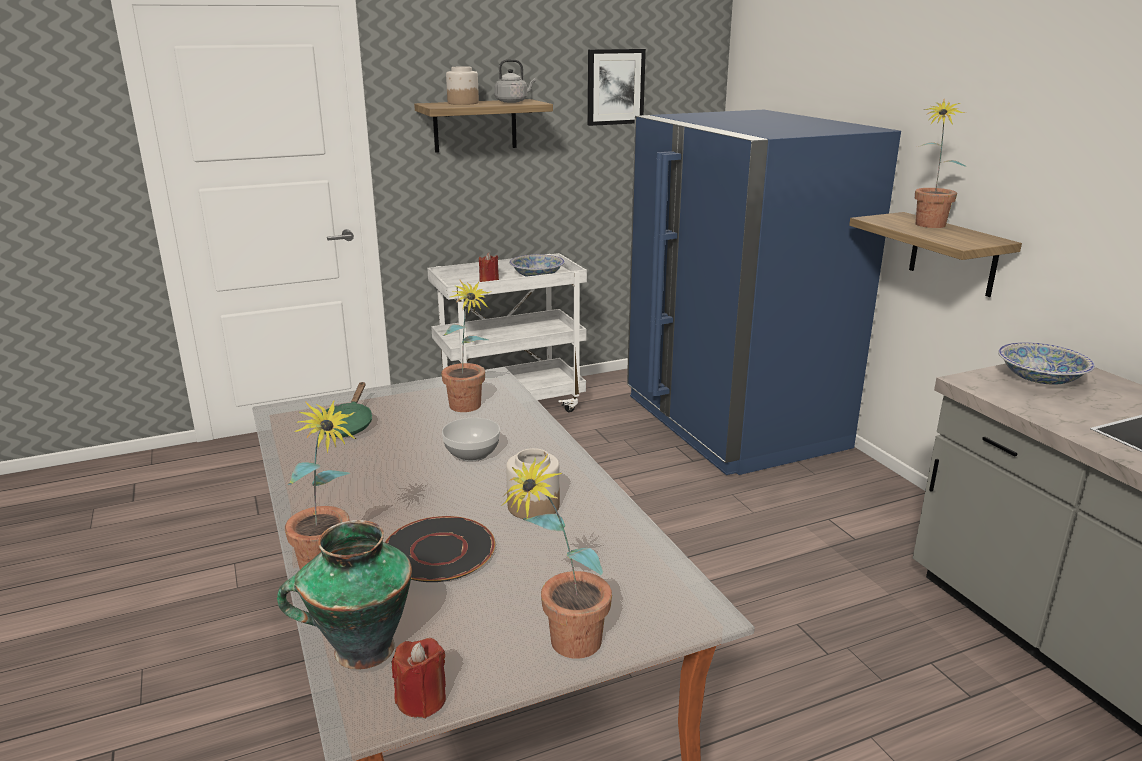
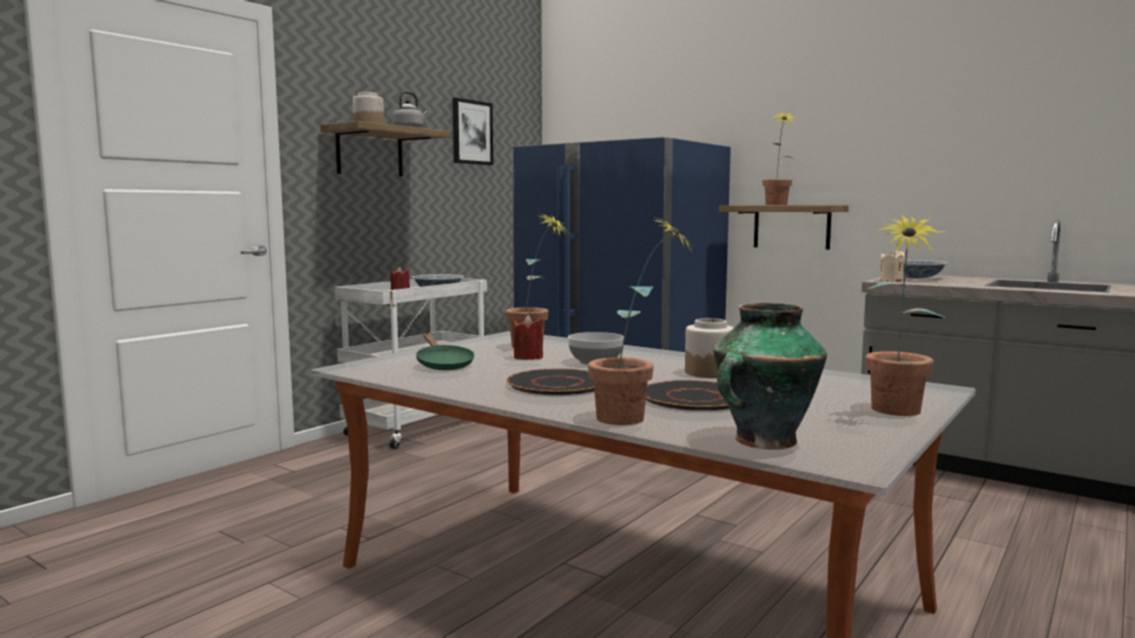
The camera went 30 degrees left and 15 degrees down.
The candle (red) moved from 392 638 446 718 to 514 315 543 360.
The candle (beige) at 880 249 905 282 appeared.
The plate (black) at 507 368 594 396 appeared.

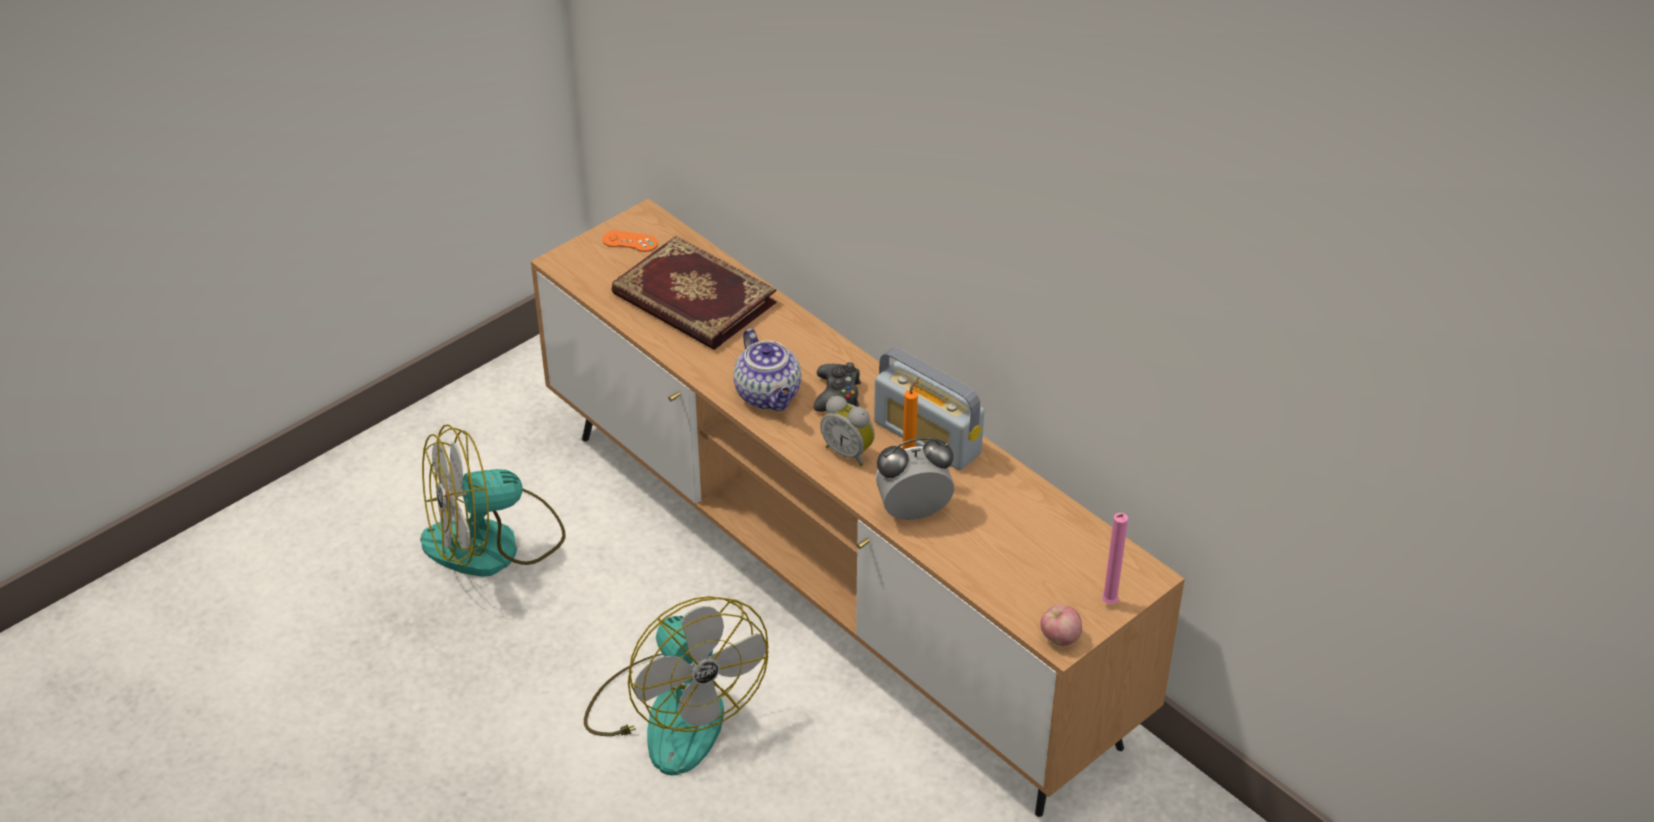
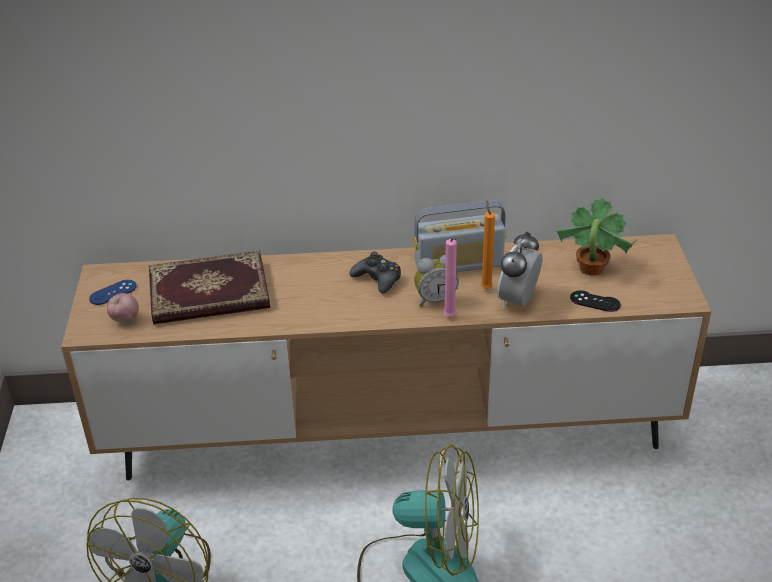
The camera went 50 degrees left and 5 degrees down.
The game controller (orange) at 602 230 658 252 became the game controller (blue) at 89 280 137 305.
The teapot at 733 328 801 411 disappeared.
The candle (pink) moved from 1102 513 1128 604 to 443 238 457 317.
The apple moved from 1040 605 1082 646 to 107 293 139 322.
The potted plant at 556 197 638 275 appeared.
The game controller (black) at 570 290 621 312 appeared.

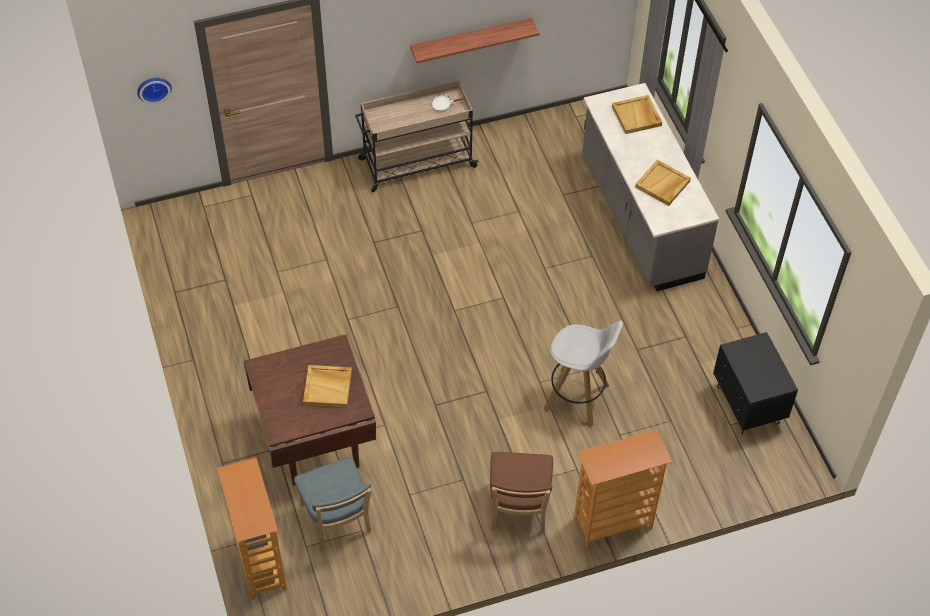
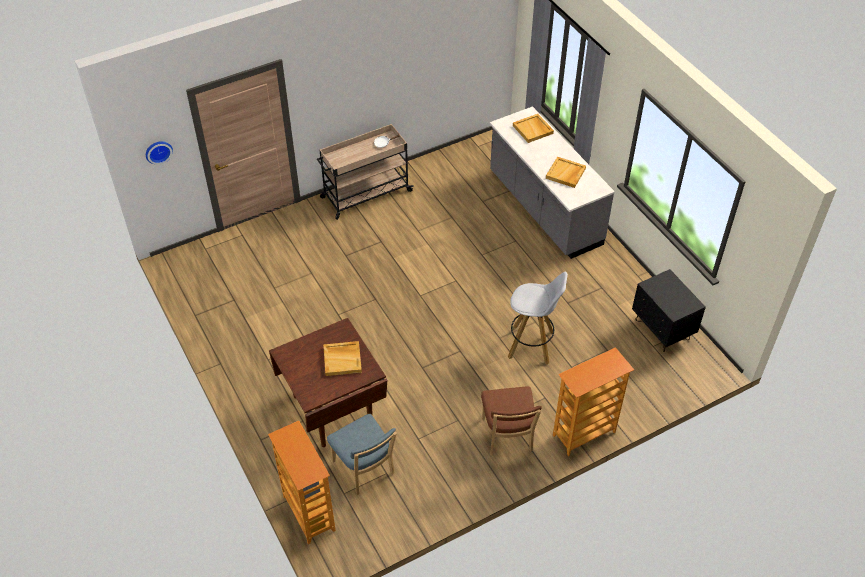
The camera went 10 degrees left and 5 degrees down.
The shelf at 410 18 539 63 disappeared.

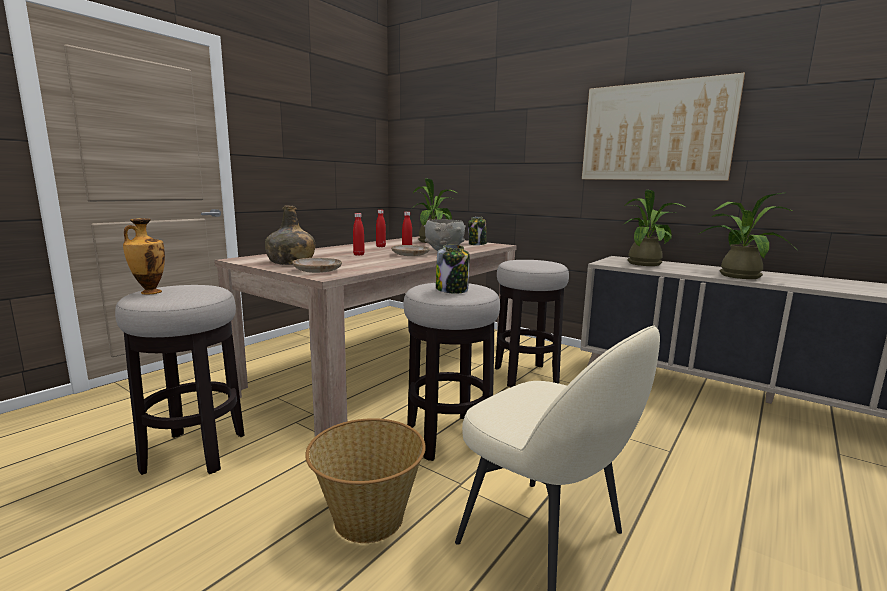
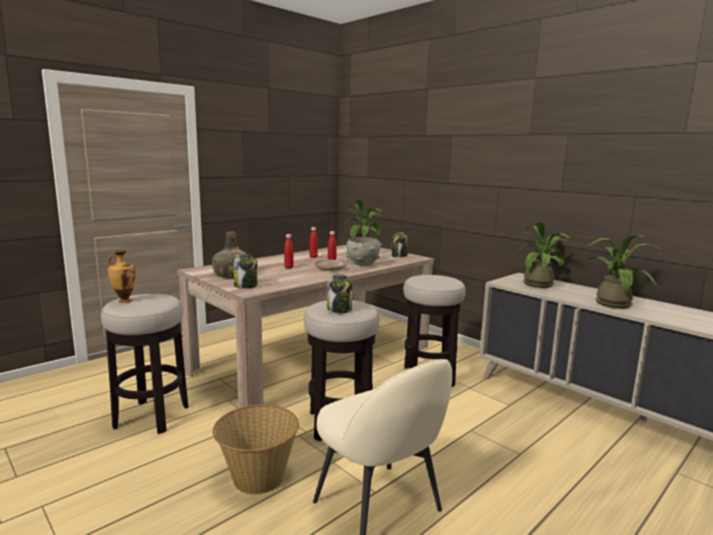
The camera went 10 degrees right and 0 degrees up.
The picture at 582 72 745 181 disappeared.
The plate (beige) at 292 258 342 273 was replaced by the jar at 234 254 257 289.

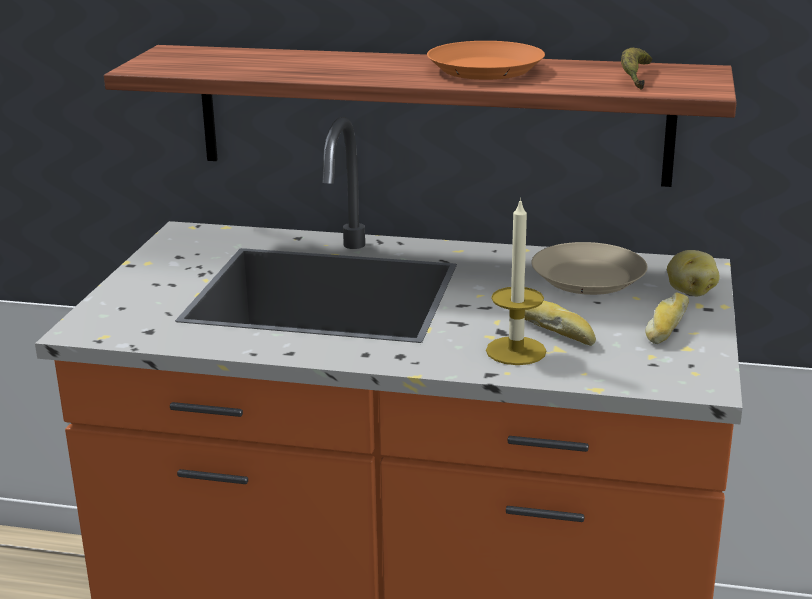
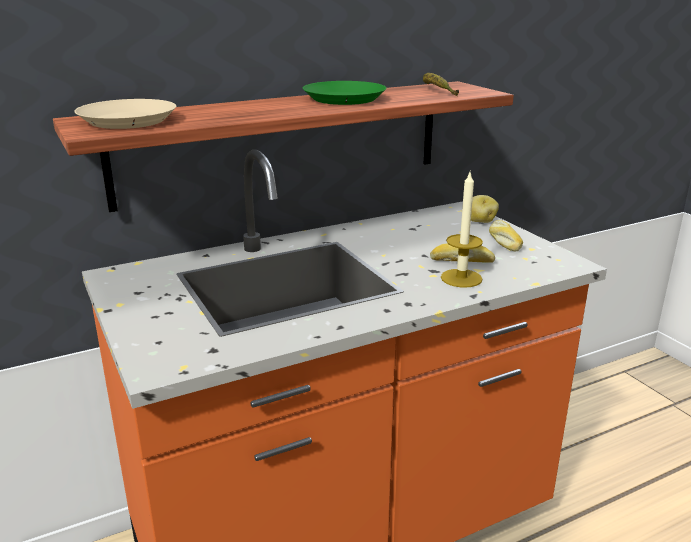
The camera went 40 degrees left and 0 degrees up.
The plate (orange) at 427 41 545 80 became the plate (green) at 302 81 386 105.
The plate (beige) moved from 531 242 647 295 to 74 99 176 129.

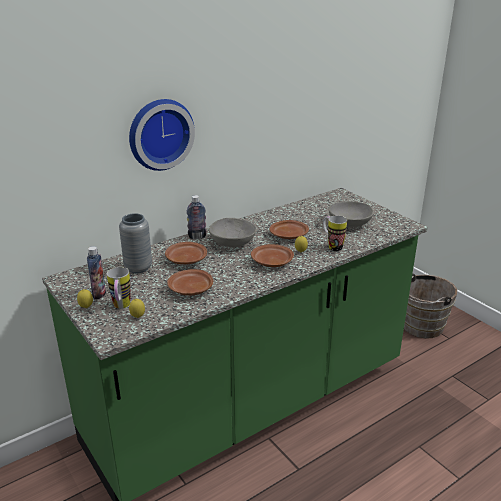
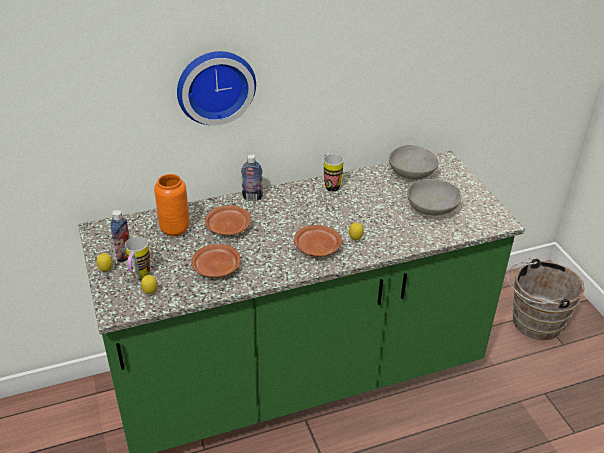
The camera went 15 degrees right and 10 degrees up.
The vase (grey) at 119 213 152 273 became the vase (orange) at 154 174 190 236.
The mug moved from 323 216 347 251 to 324 153 344 192.
The bowl (grey) moved from 209 218 256 247 to 389 145 439 180.
The plate (brown) at 270 220 309 239 disappeared.

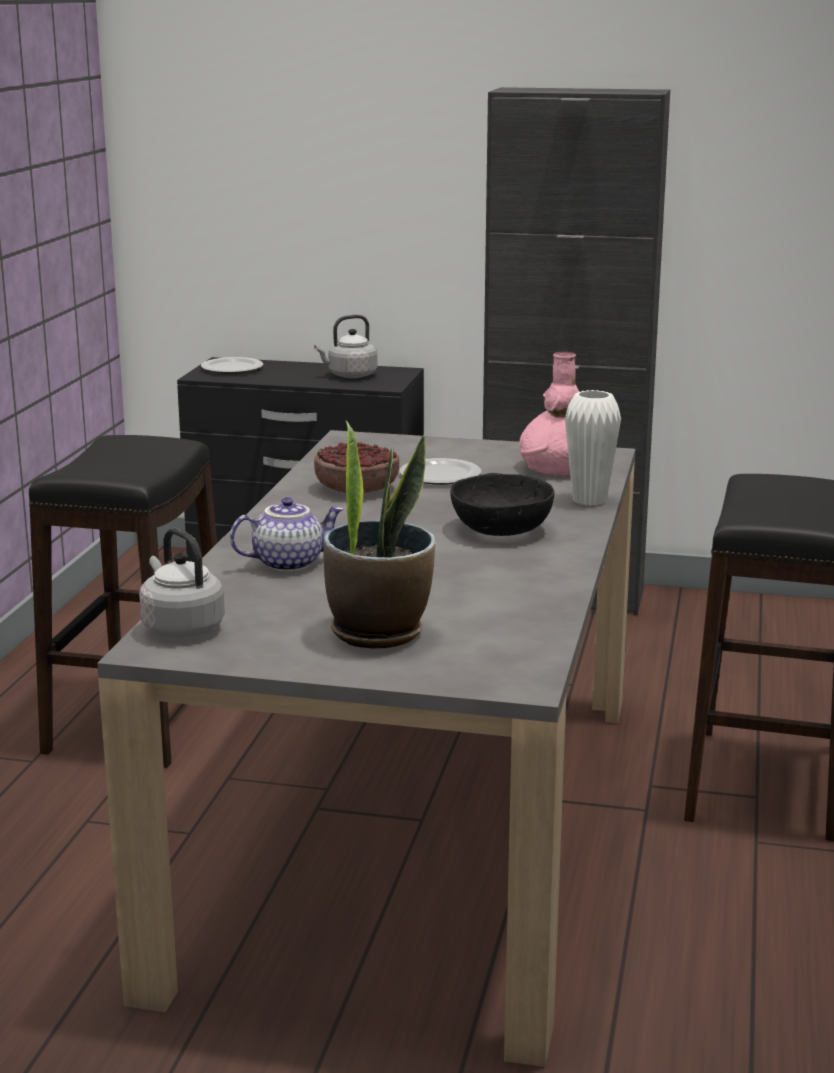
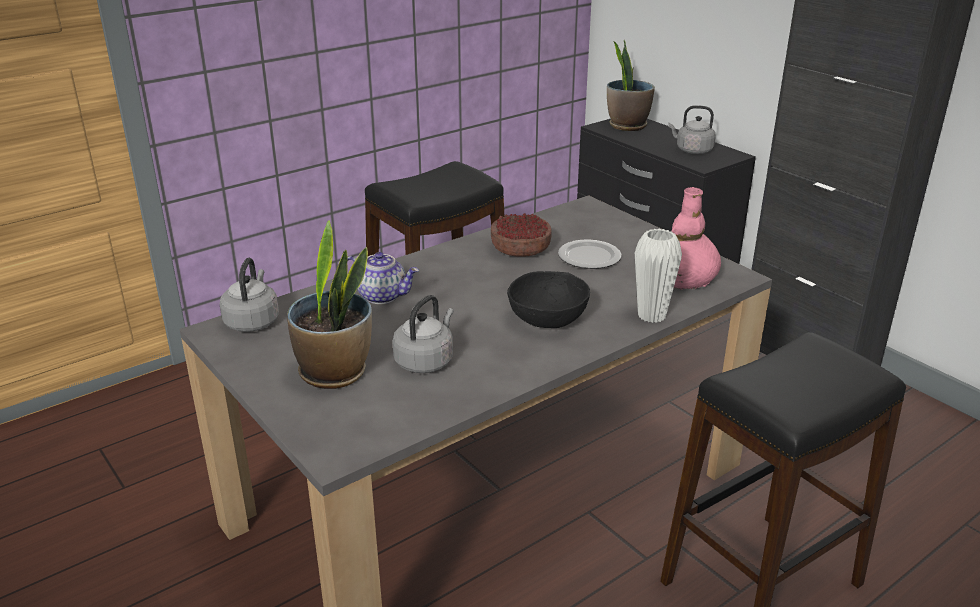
The camera went 40 degrees right and 10 degrees up.
The plate at 201 357 263 374 was replaced by the potted plant at 607 40 655 131.
The kettle (grey) at 392 295 454 373 appeared.

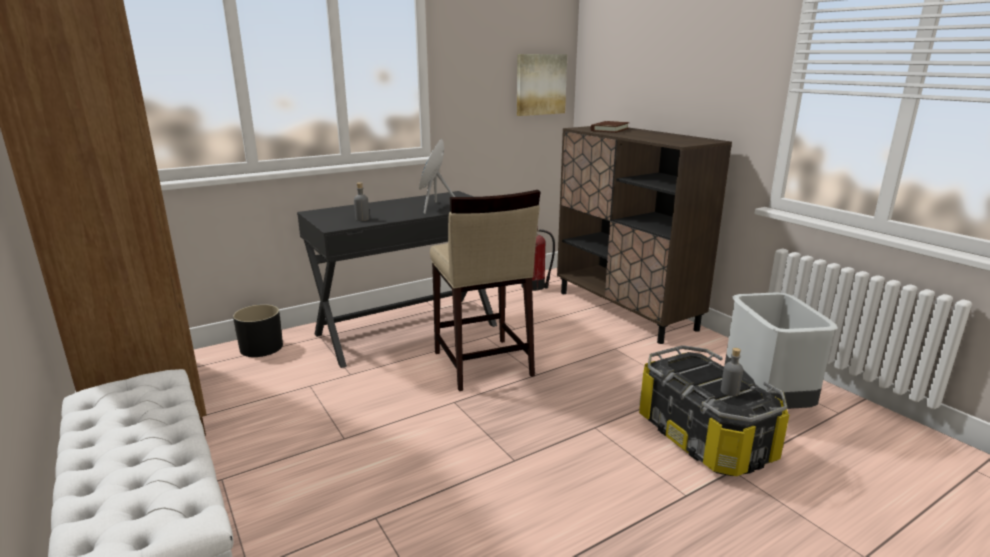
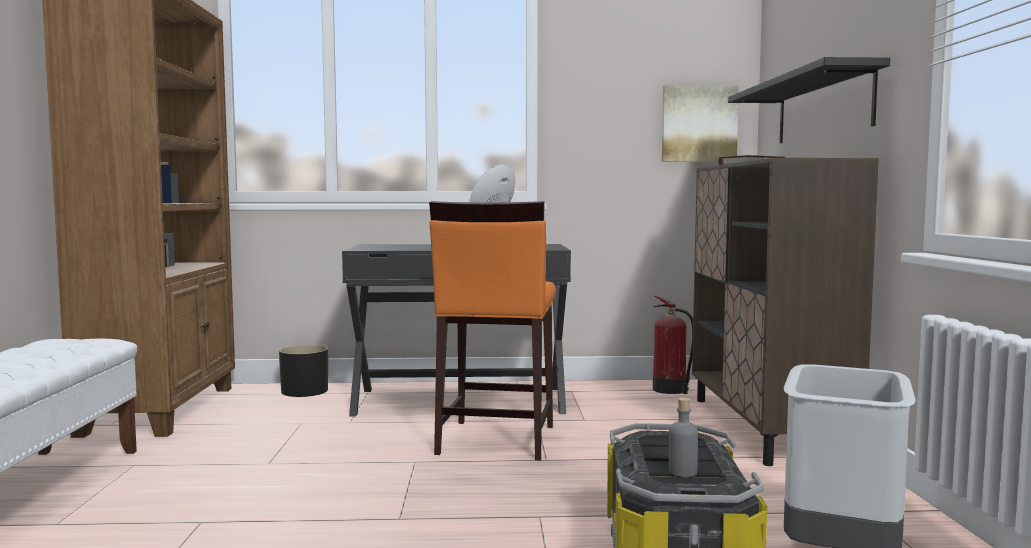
The camera went 30 degrees right and 15 degrees down.
The bottle (grey) at 354 182 370 221 disappeared.
The stool (beige) at 430 190 541 391 became the stool (orange) at 429 201 556 460.
The shelf (black) at 728 57 890 143 appeared.

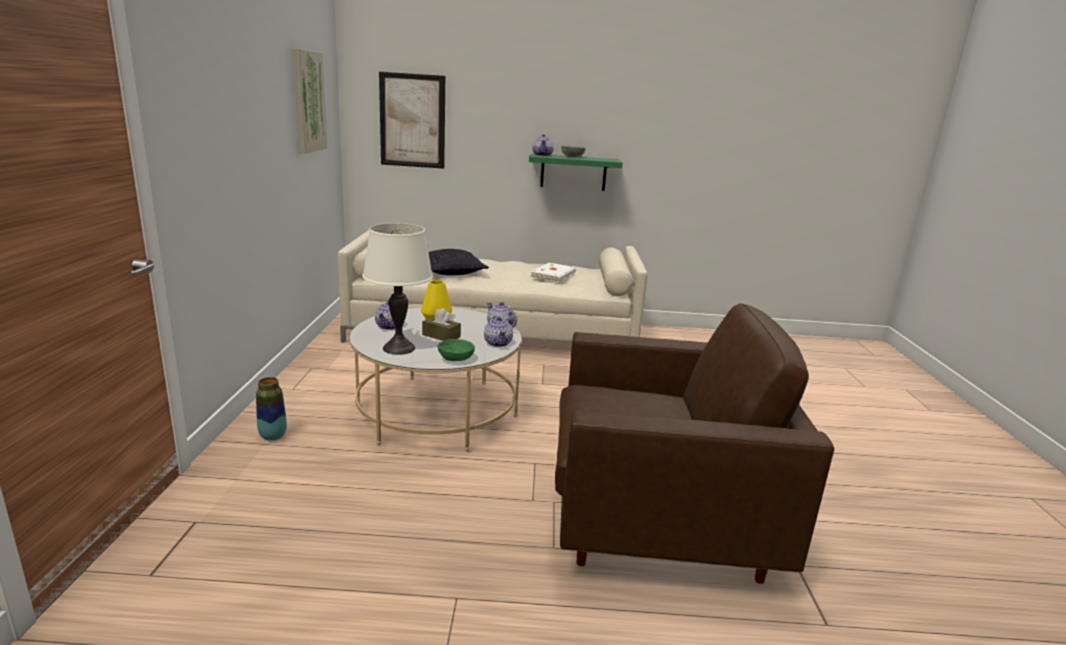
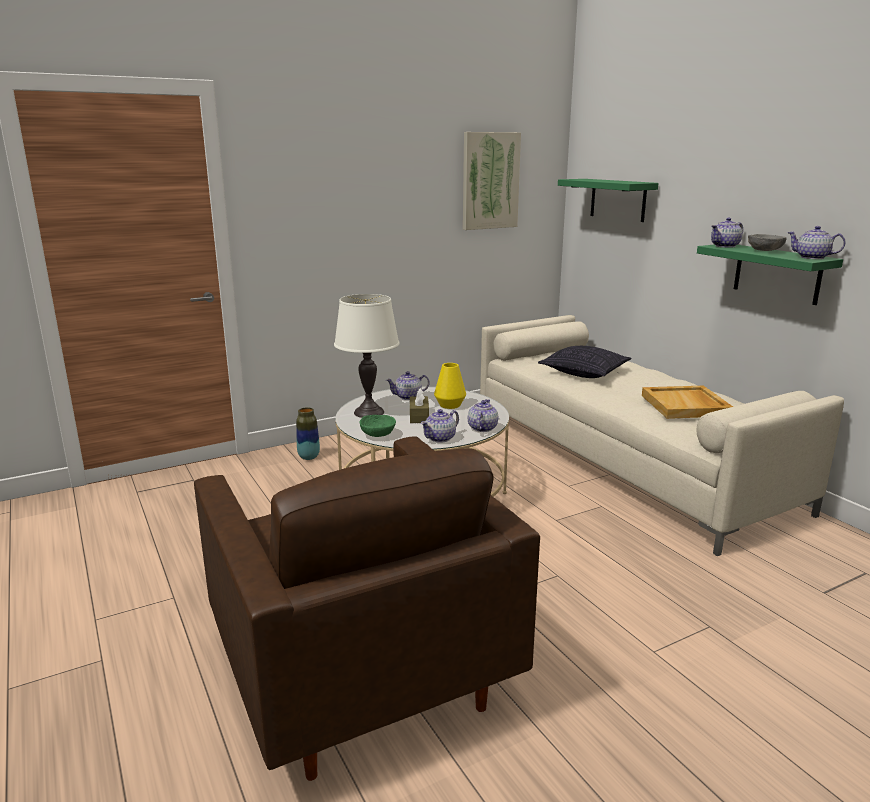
The camera went 60 degrees right and 0 degrees up.
The picture at 379 72 445 169 was replaced by the shelf (green) at 558 179 659 222.
The book (white) at 530 263 576 282 was replaced by the tray (beige) at 642 386 733 419.
The teapot at 787 226 846 259 appeared.

